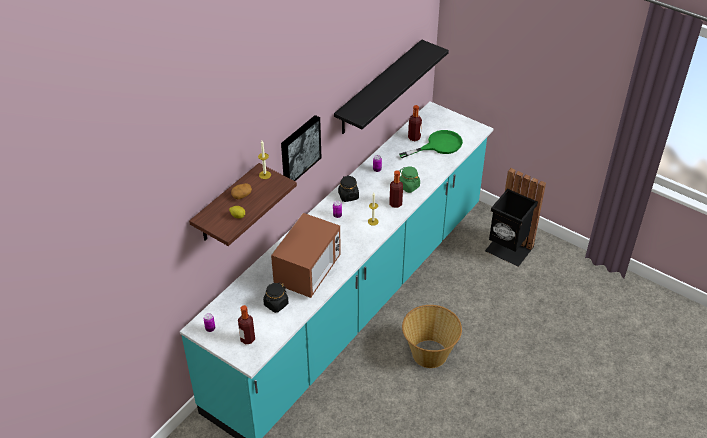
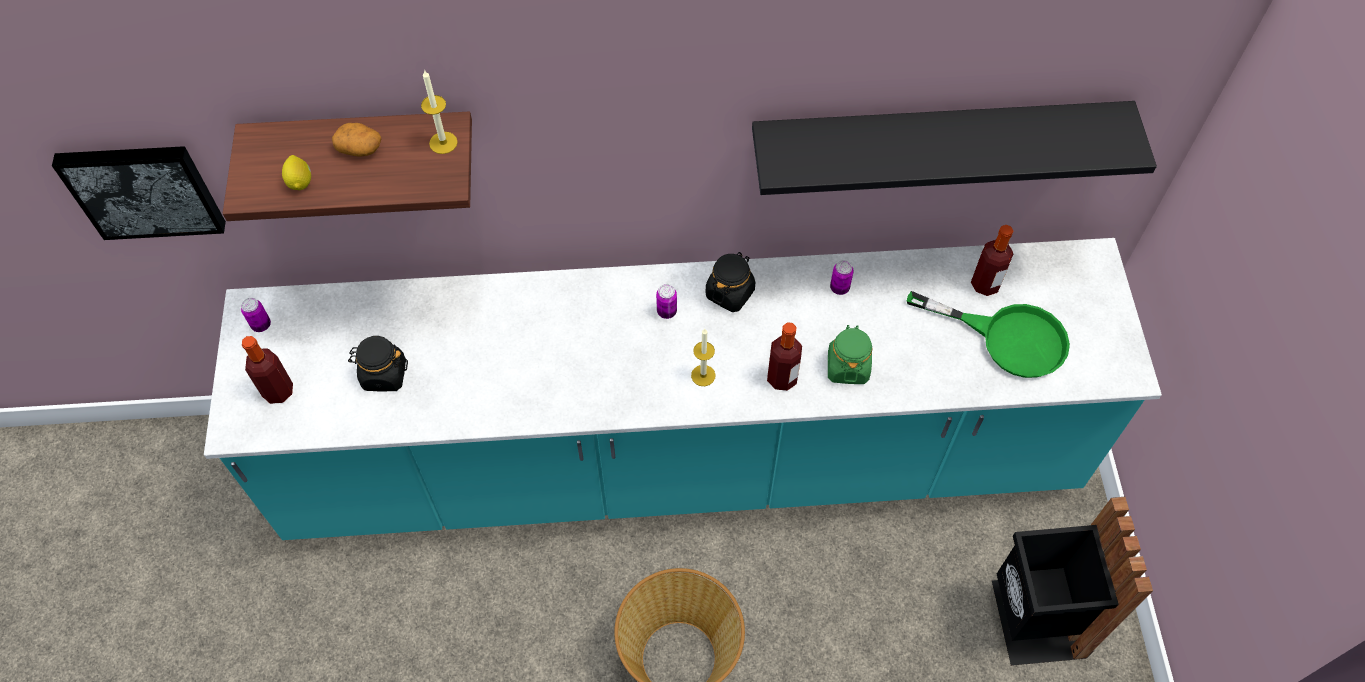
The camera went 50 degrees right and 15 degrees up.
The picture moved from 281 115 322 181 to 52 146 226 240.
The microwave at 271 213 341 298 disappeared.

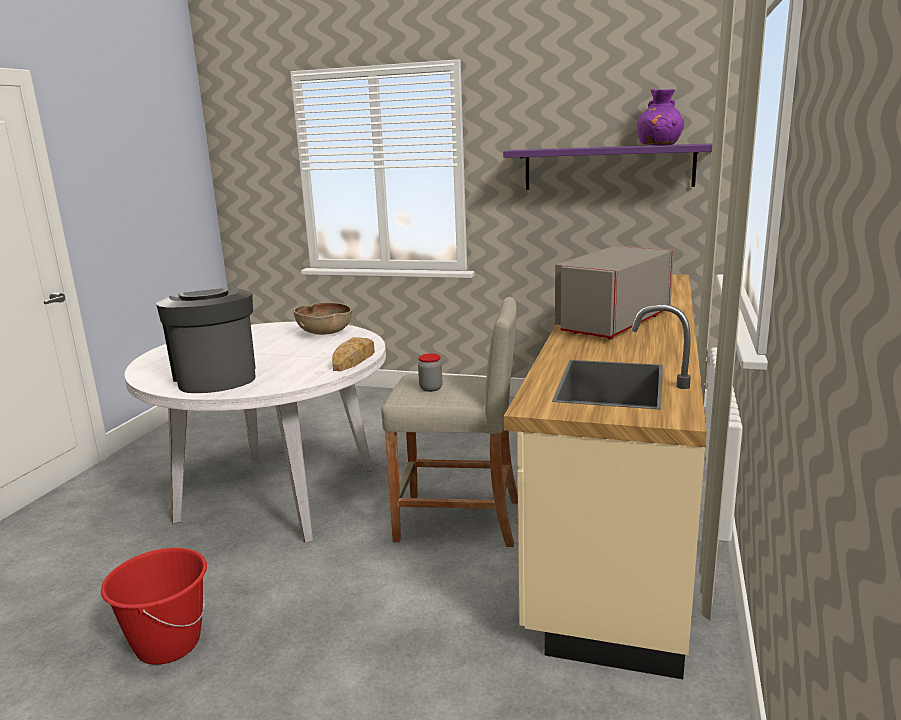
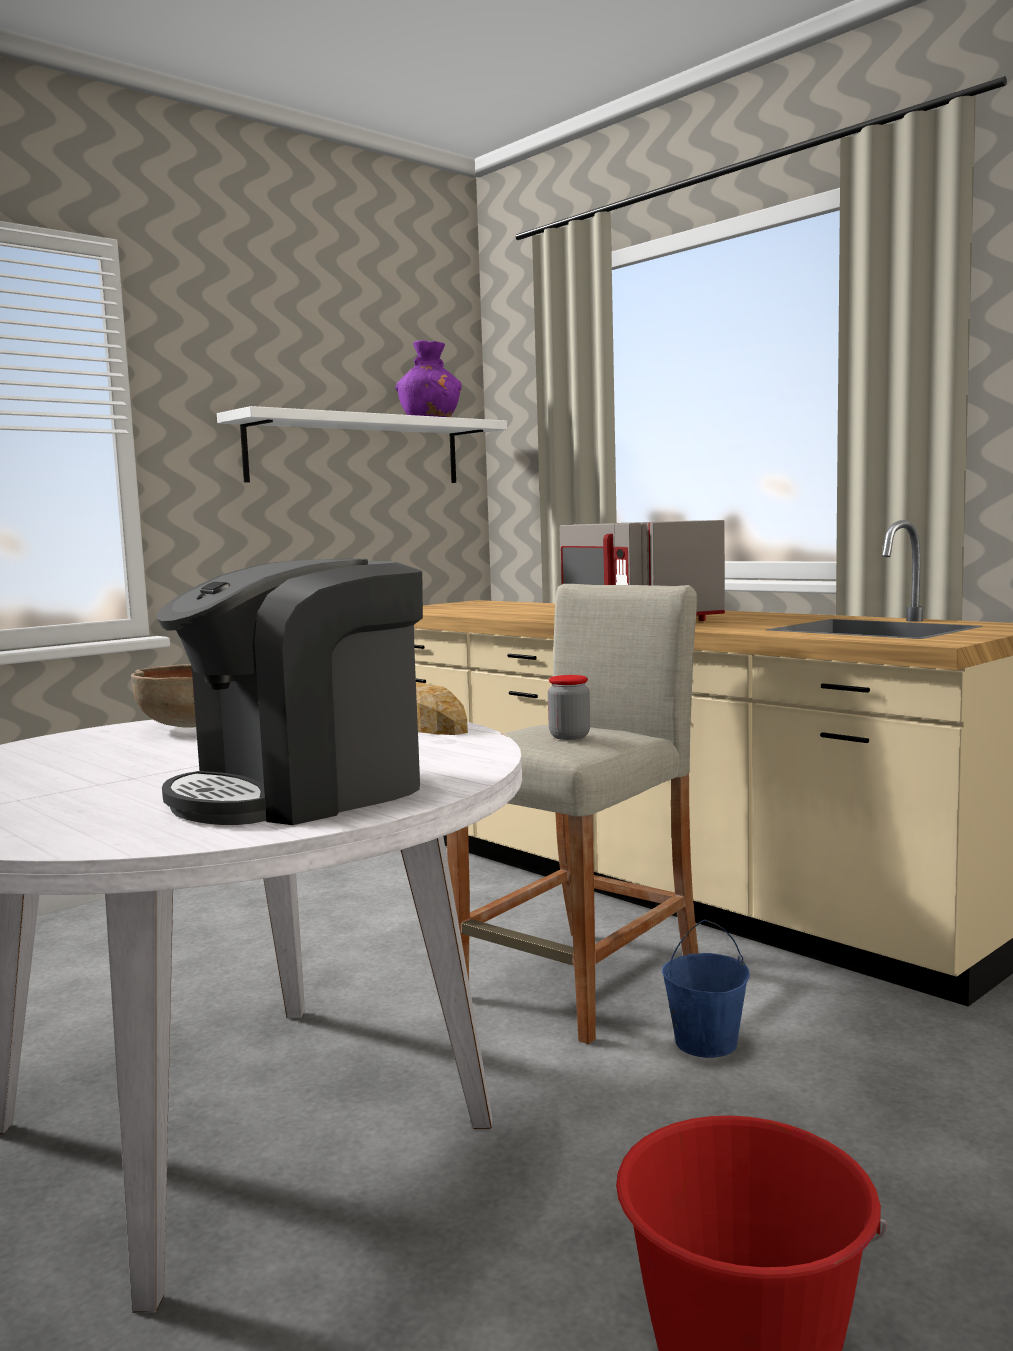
The camera went 60 degrees left and 10 degrees down.
The shelf (purple) at 503 143 712 190 became the shelf (white) at 217 406 507 483.
The coffee machine at 156 288 256 393 turned 45 degrees counterclockwise.
The bucket (blue) at 662 920 750 1058 appeared.

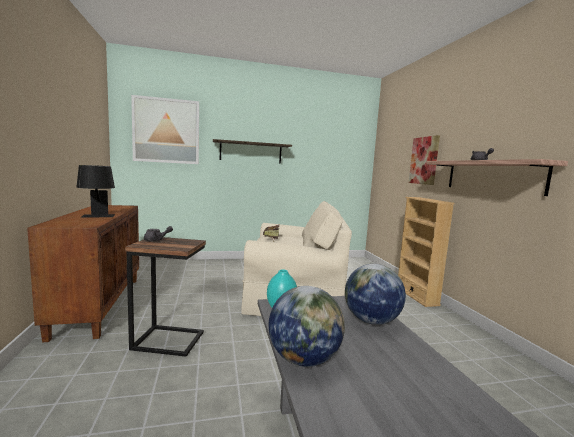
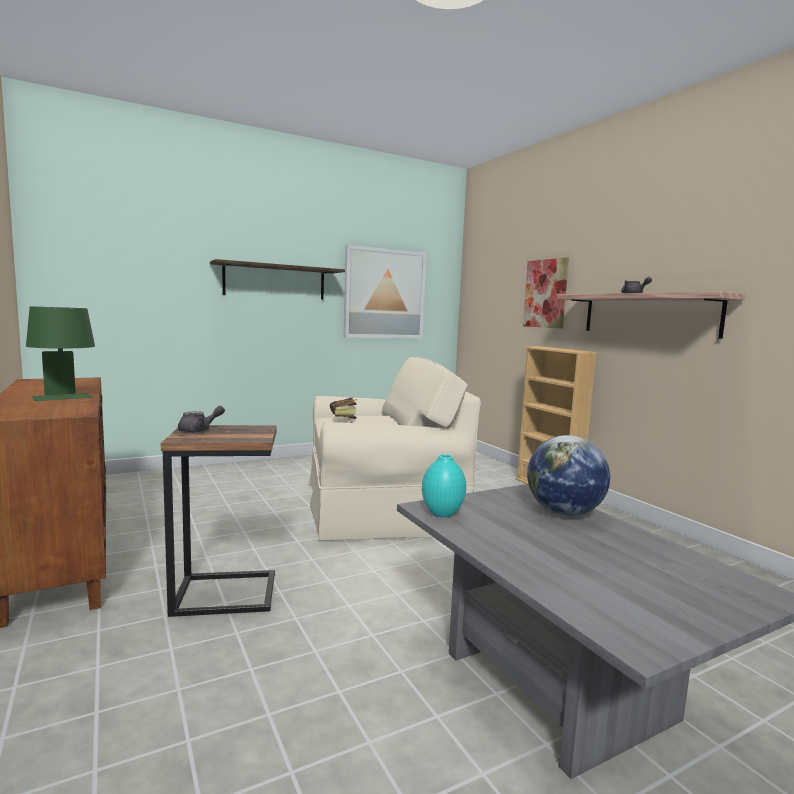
The camera went 15 degrees left and 0 degrees up.
The picture moved from 131 95 199 164 to 344 245 426 339.
The table lamp (black) at 76 165 115 218 became the table lamp (green) at 26 307 95 401.
The globe at 269 286 345 367 disappeared.

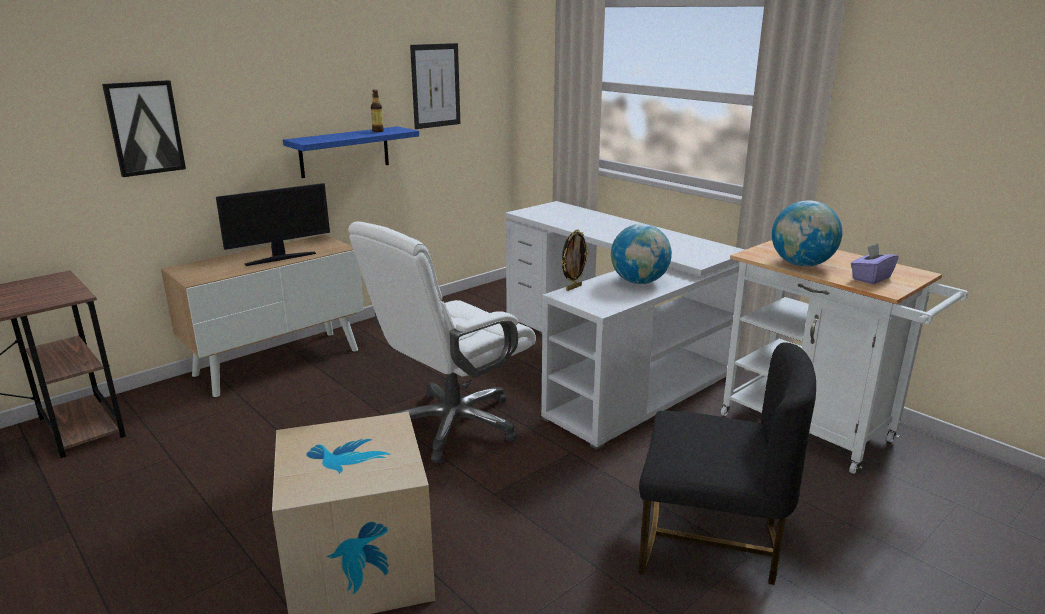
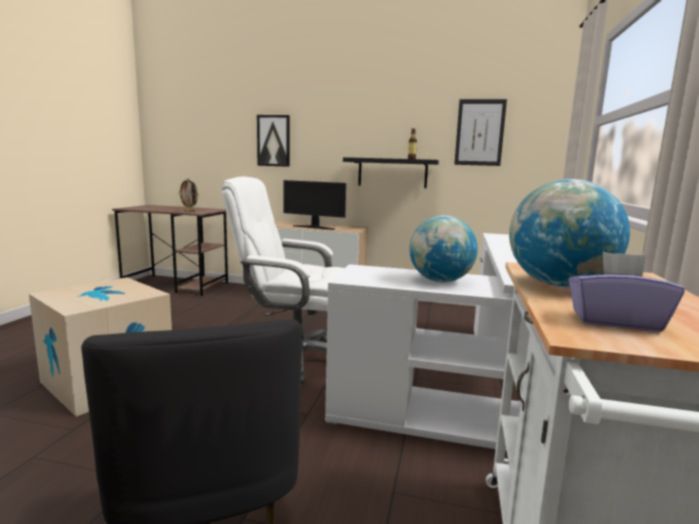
The camera went 55 degrees right and 10 degrees down.
The shelf (blue) at 283 126 419 178 became the shelf (black) at 343 157 439 188.
The picture frame moved from 562 230 589 291 to 178 178 198 212.

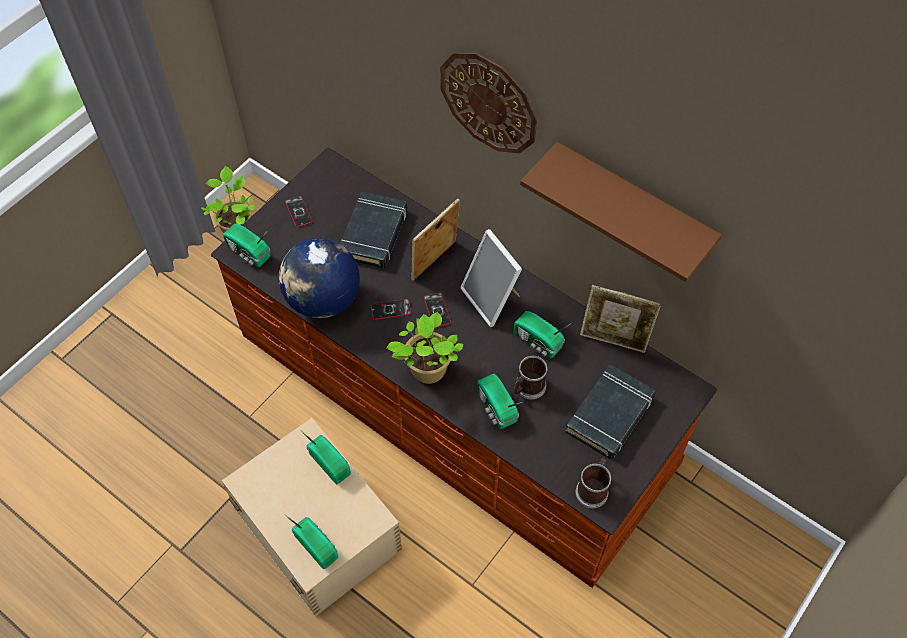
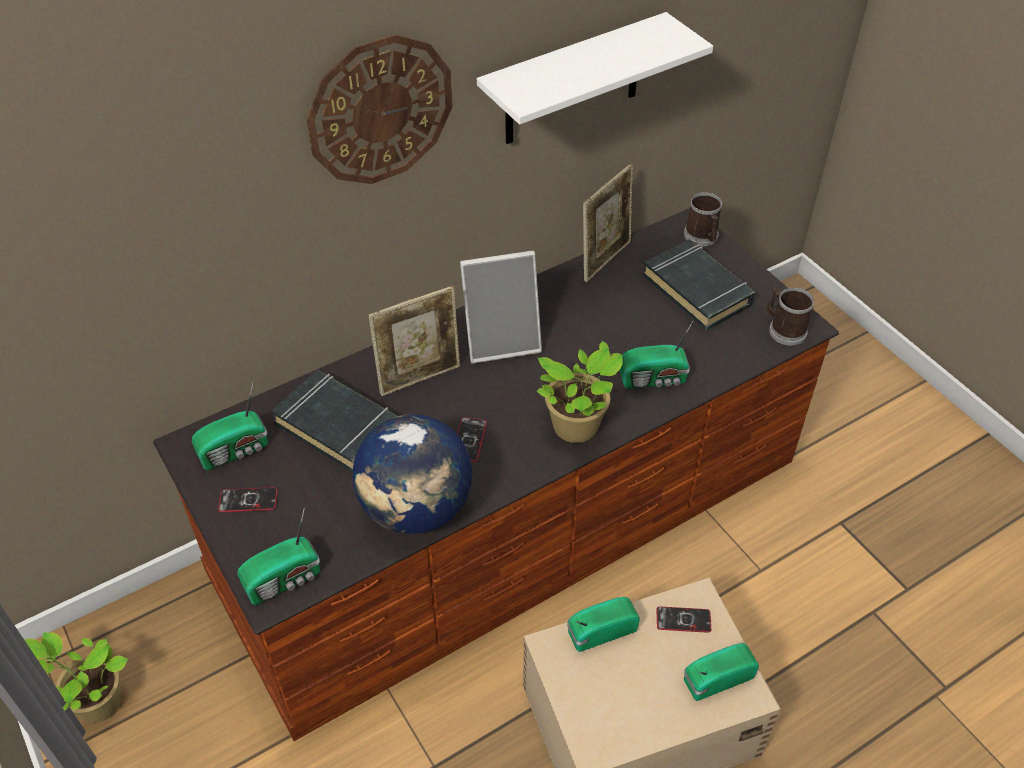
The camera went 70 degrees left and 10 degrees down.
The shelf (brown) at 520 142 722 282 became the shelf (white) at 477 12 713 144.
The picture frame at 411 199 460 281 turned 90 degrees counterclockwise.
The phone moved from 424 292 451 328 to 657 607 711 633.
The radio moved from 514 311 570 358 to 192 383 268 470.
The mug moved from 514 356 548 399 to 684 192 722 246.

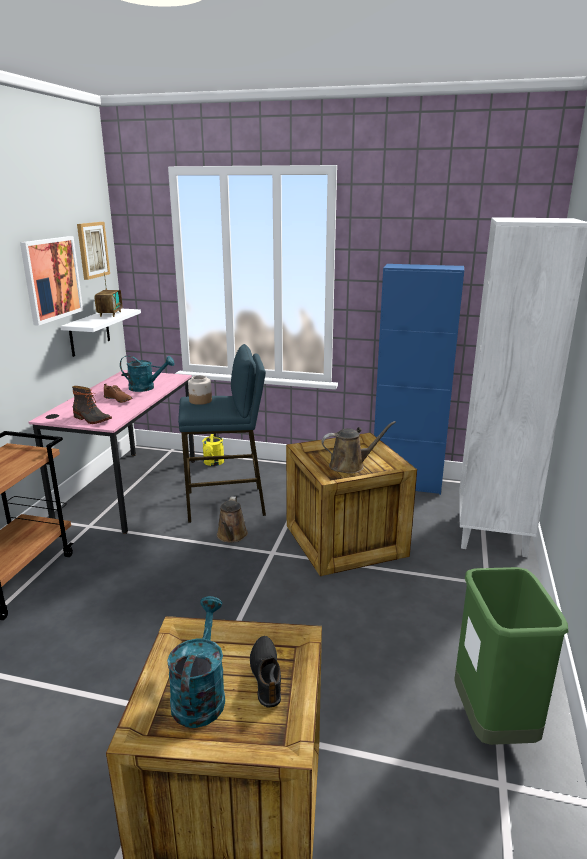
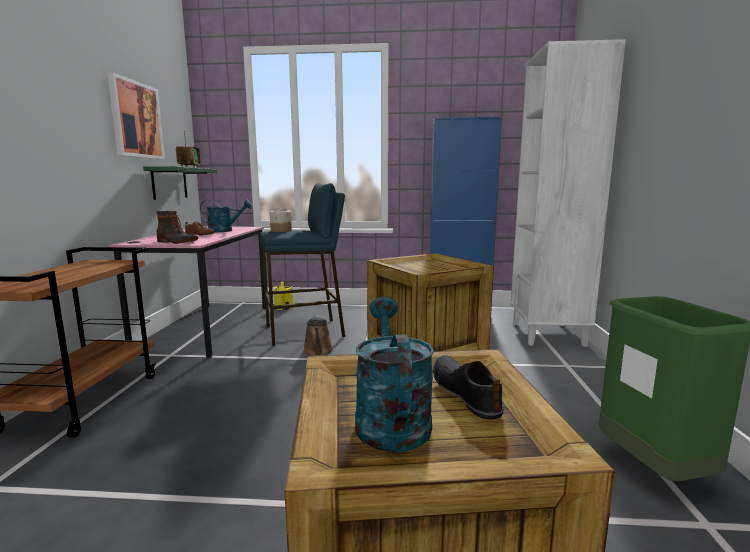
The camera went 10 degrees left and 10 degrees down.
The picture at 77 222 110 280 disappeared.
The shelf (white) at 60 308 141 357 became the shelf (green) at 143 166 217 200.
The watering can (brown) at 322 421 396 474 disappeared.

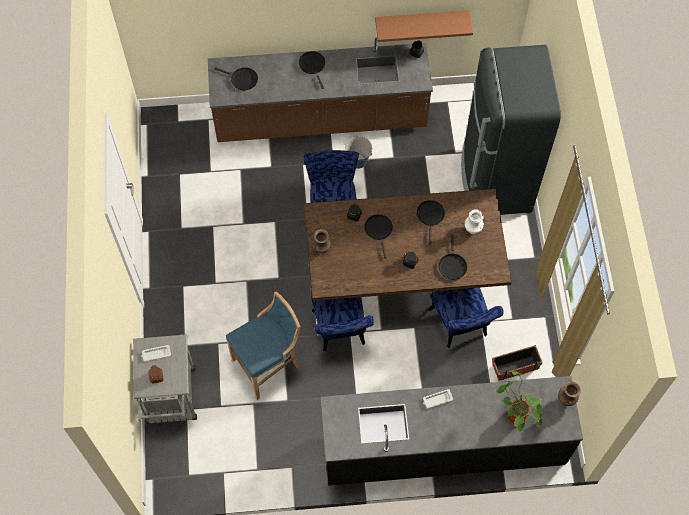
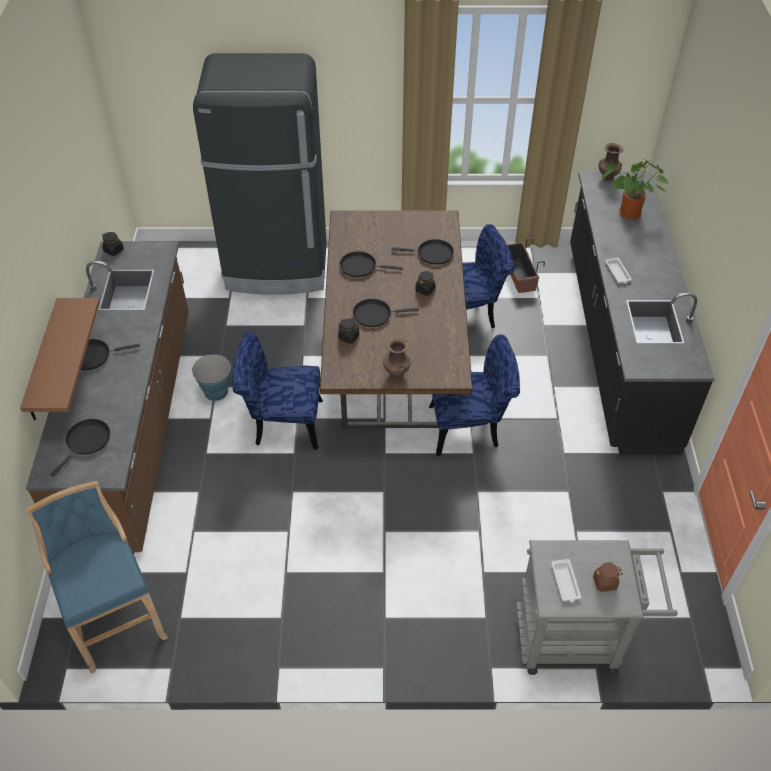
The camera went 85 degrees left and 15 degrees down.
The shelf (brown) moved from 375 10 473 42 to 20 298 100 421.
The vase (white) at 464 209 484 234 disappeared.
The stool (blue) moved from 226 291 301 400 to 26 481 168 674.

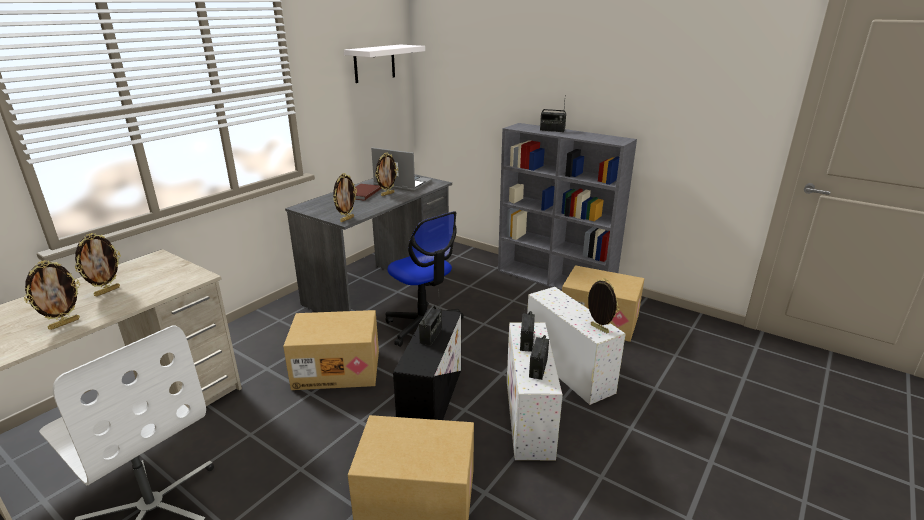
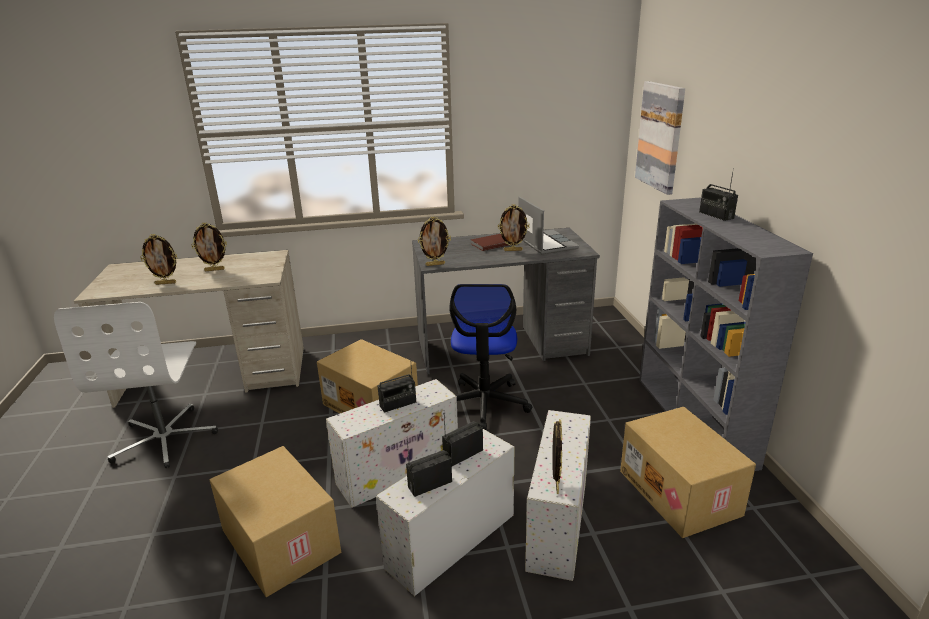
The camera went 45 degrees right and 0 degrees up.
The shelf (white) at 344 44 425 83 disappeared.
The storage box (black) at 393 309 461 420 became the storage box (white) at 326 379 458 508.
The picture at 635 81 685 195 appeared.

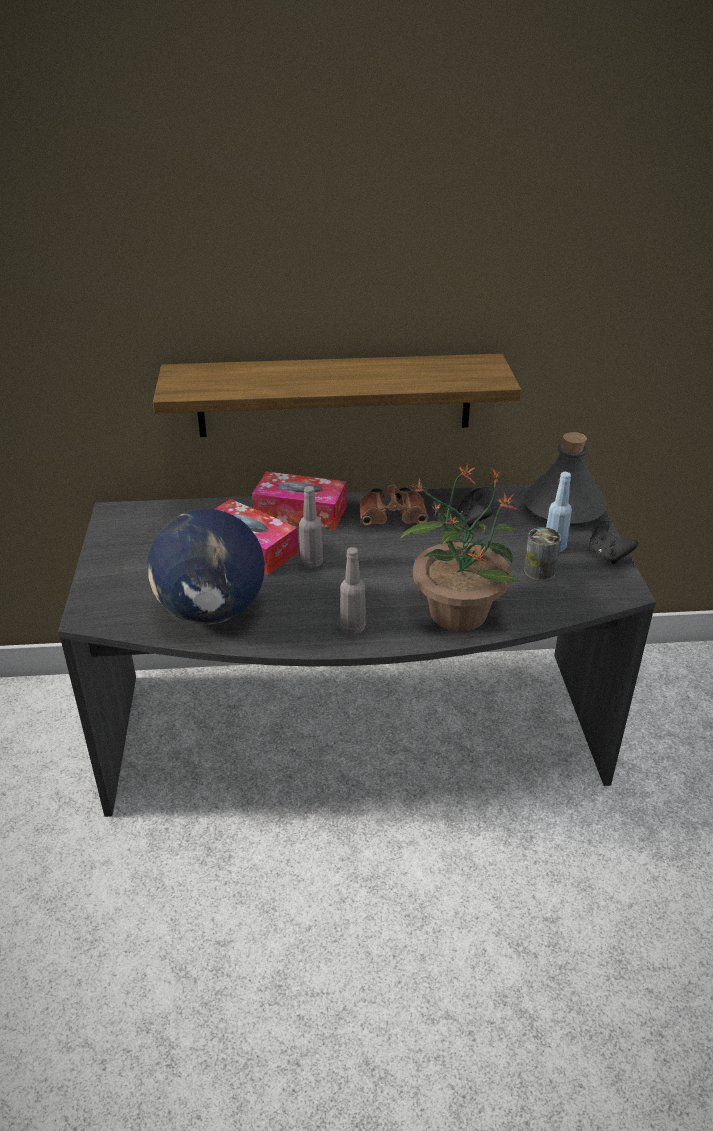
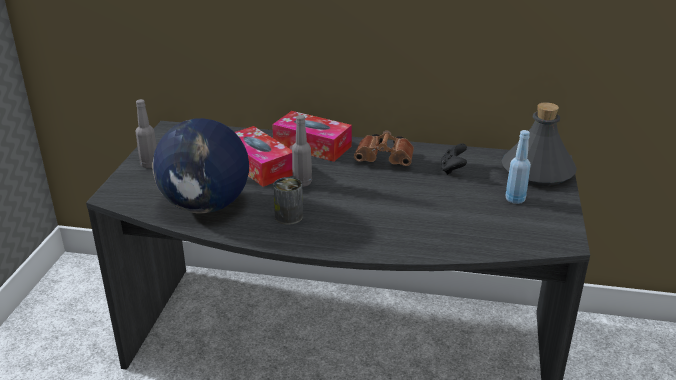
The camera went 15 degrees right and 5 degrees down.
The shelf at 153 354 521 437 disappeared.
The potted plant at 400 464 521 632 disappeared.
The game controller (black) at 589 521 638 564 disappeared.
The can moved from 524 527 561 581 to 273 177 303 225.
The bottle (grey) moved from 340 547 366 635 to 136 99 157 168.

